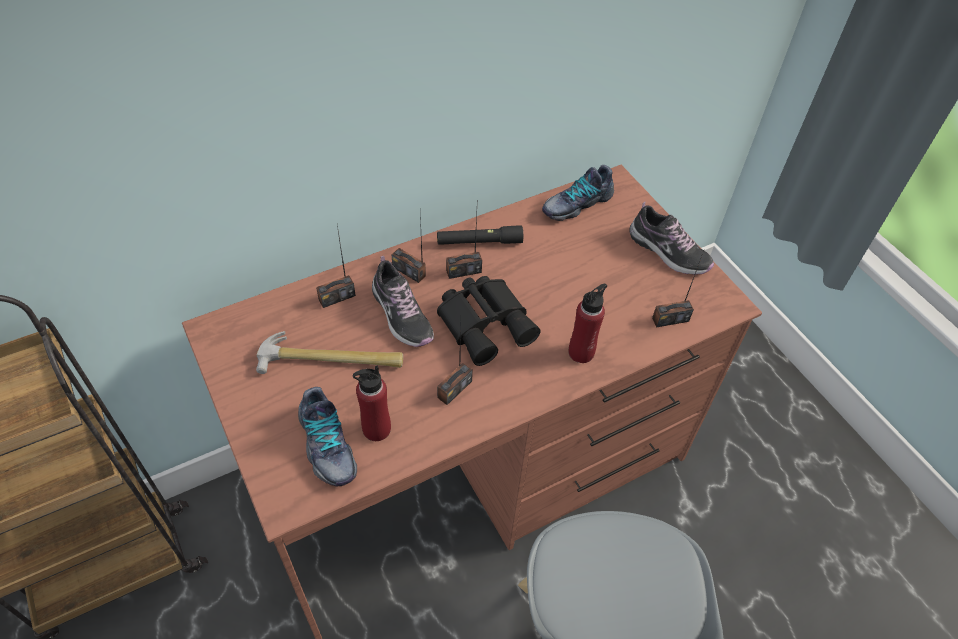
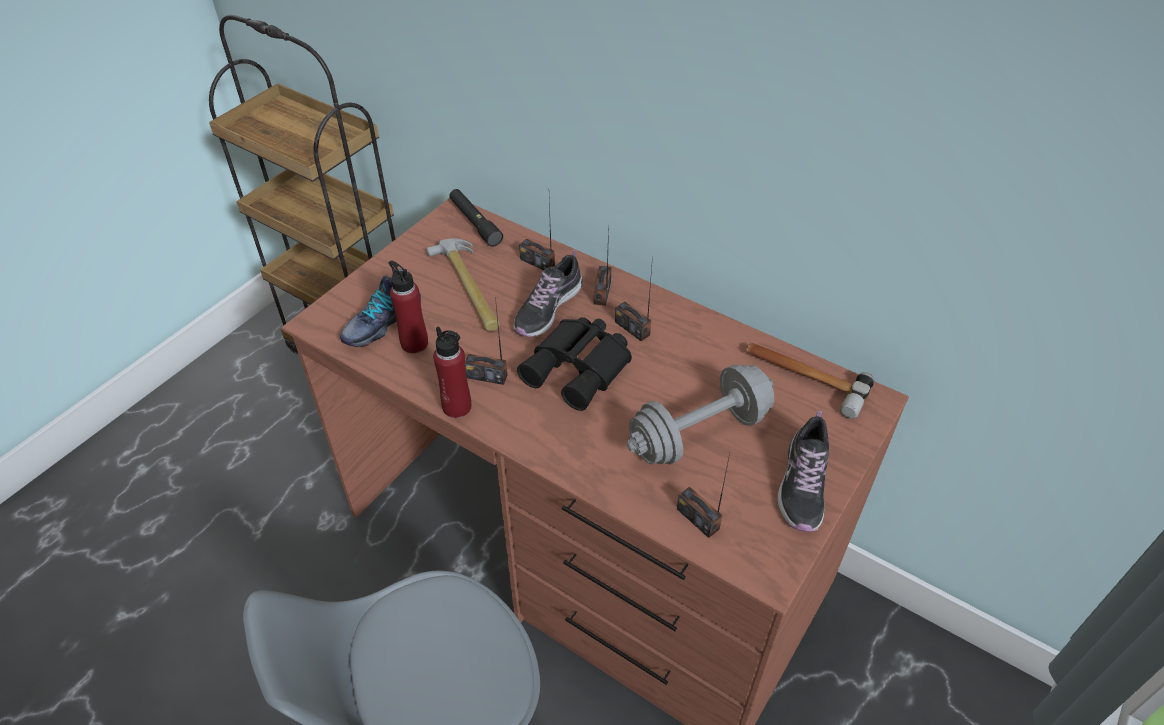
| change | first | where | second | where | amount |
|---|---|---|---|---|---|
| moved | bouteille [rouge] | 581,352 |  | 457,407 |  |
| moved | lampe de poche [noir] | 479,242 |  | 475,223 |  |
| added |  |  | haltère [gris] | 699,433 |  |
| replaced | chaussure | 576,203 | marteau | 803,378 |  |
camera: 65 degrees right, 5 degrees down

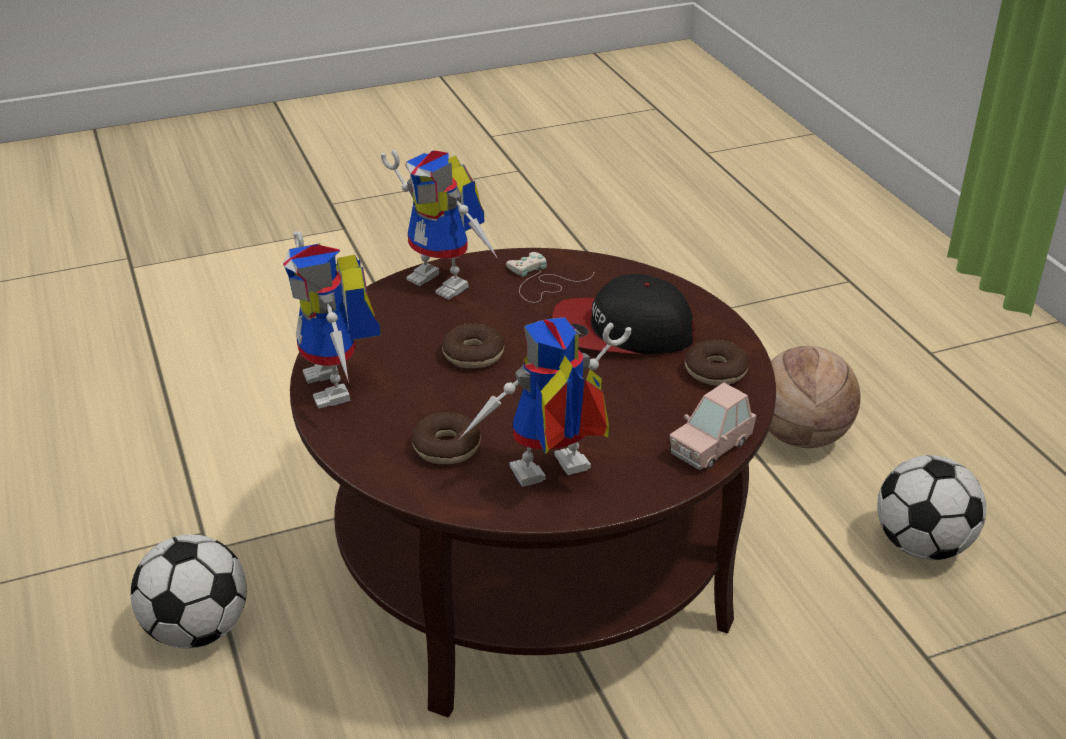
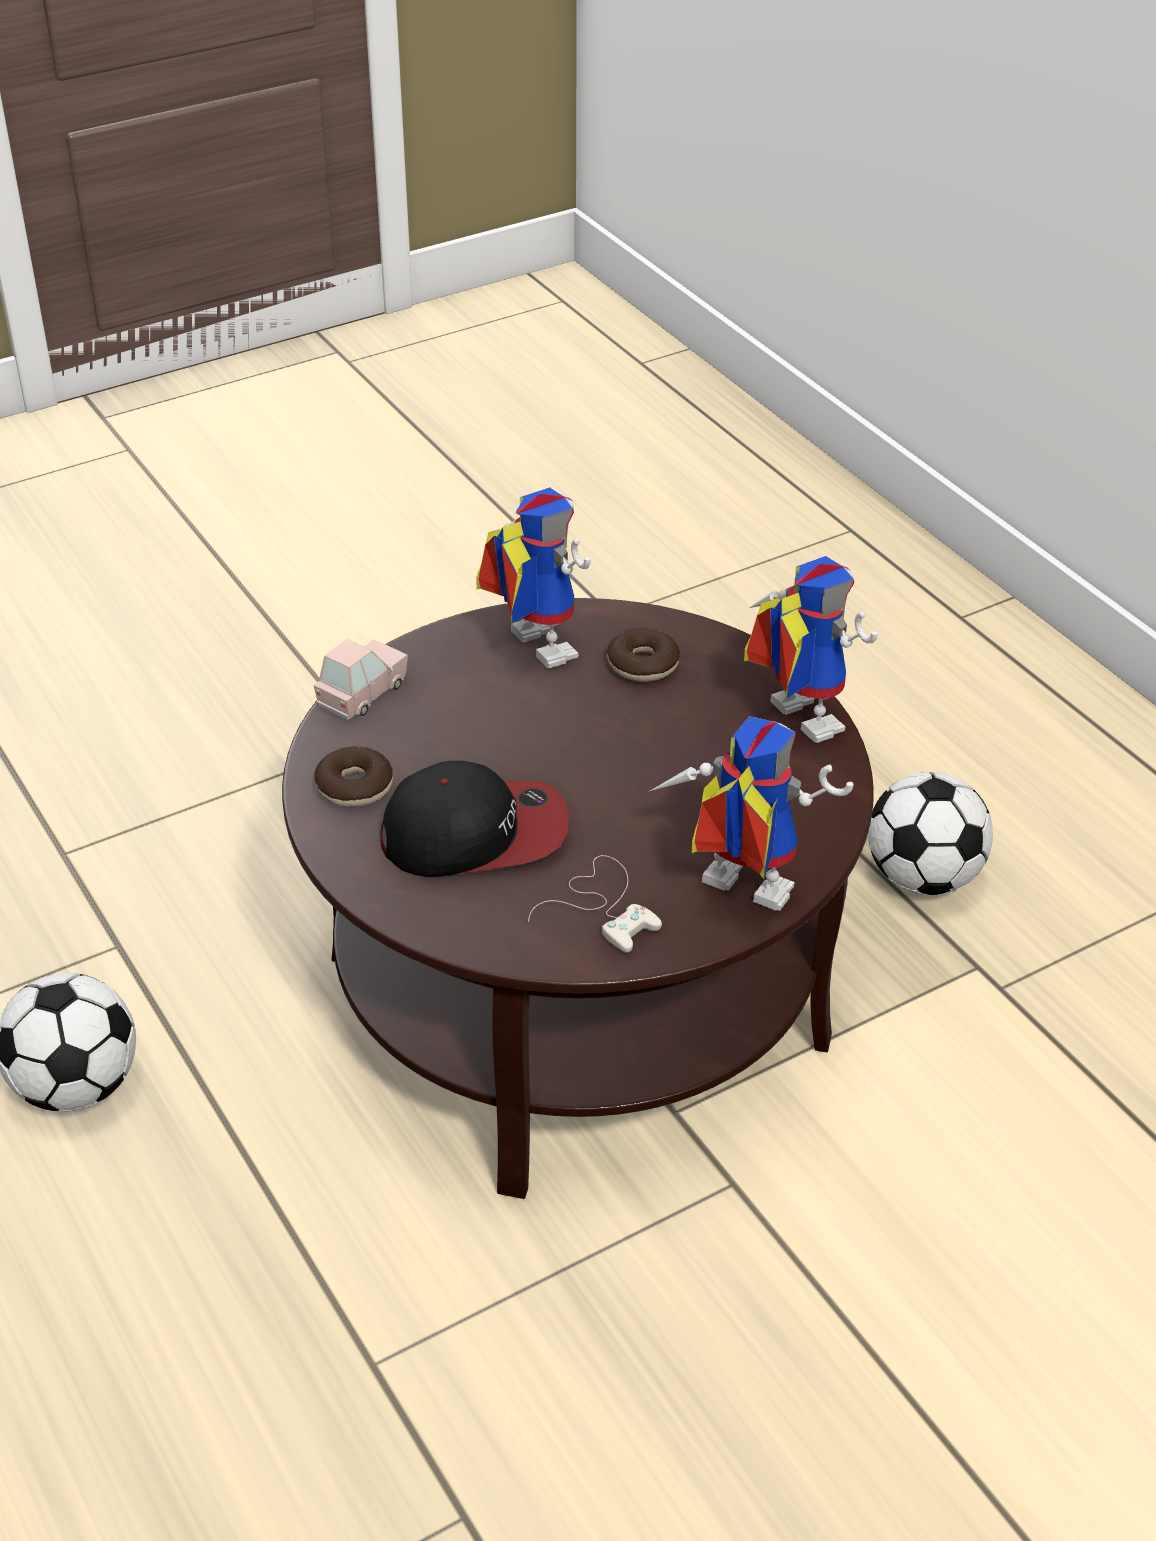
| change | first | where | second | where | amount |
|---|---|---|---|---|---|
| turned | robot jouet | 548,478 |  | 529,646 | 90 degrees counterclockwise |
| removed | beignet | 473,355 |  |  |  |
| removed | ballon de basket | 801,437 |  |  |  |
camera: 170 degrees right, 5 degrees up

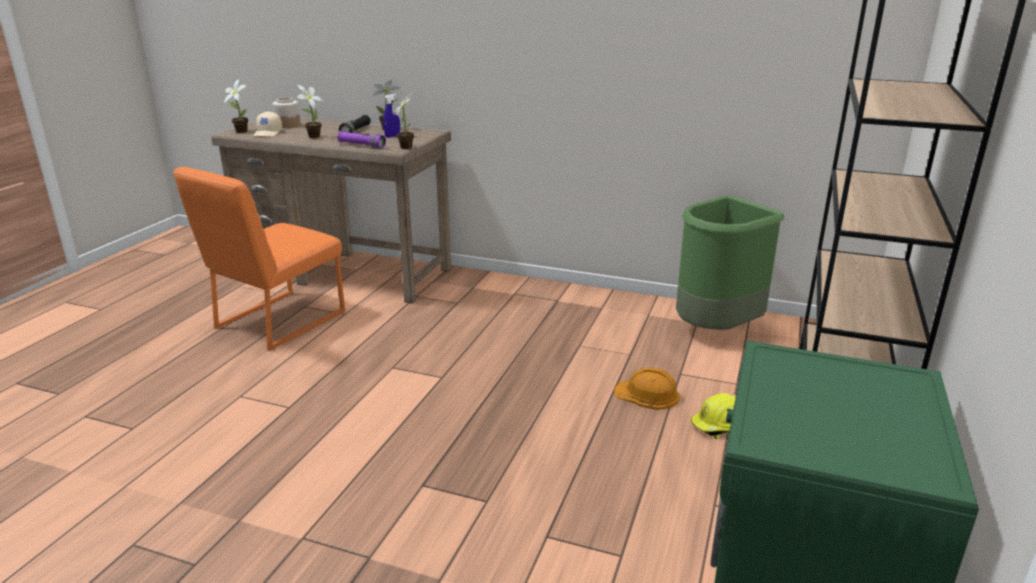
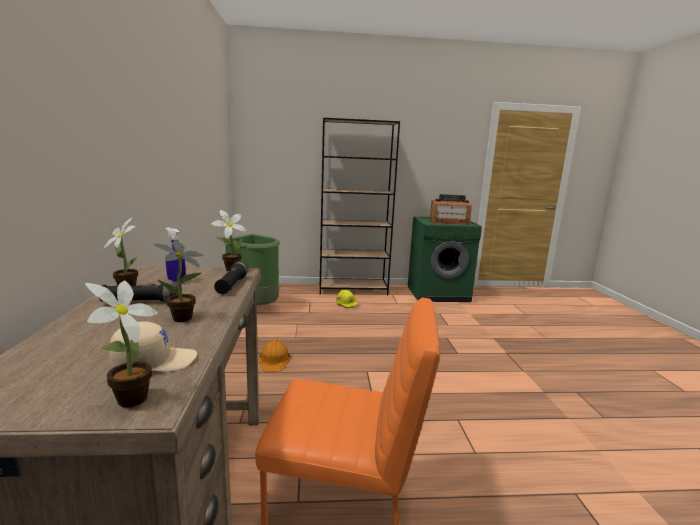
| change | first | where | second | where | amount |
|---|---|---|---|---|---|
| recoloured | lampe de poche [violet] | 362,146 | lampe de poche [noir] | 232,285 |  |
| moved | casque de chantier [orange] | 647,394 |  | 274,360 |  |
| added |  |  | radio | 449,222 |  |
| removed | bocal | 287,125 |  |  |  |
camera: 115 degrees left, 10 degrees down

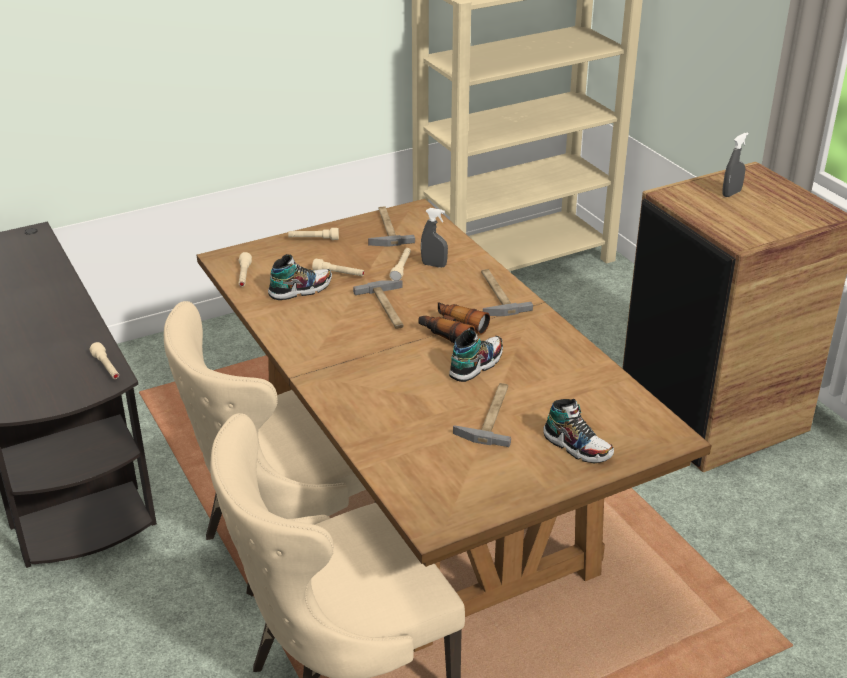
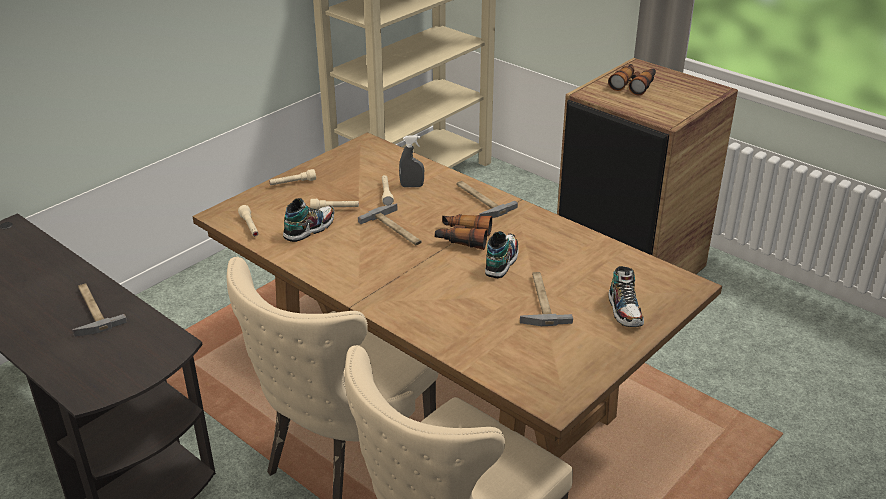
| change | first | where | second | where | amount |
|---|---|---|---|---|---|
| moved | marteau | 386,228 |  | 91,310 |  |
| replaced | vaporisateur [gris] | 731,193 | jumelles | 633,85 |  |
| turned | chaussure | 577,447 |  | 625,310 | 60 degrees clockwise |
| removed | lampe de poche [beige] | 106,367 |  |  |  |
camera: 20 degrees left, 0 degrees up

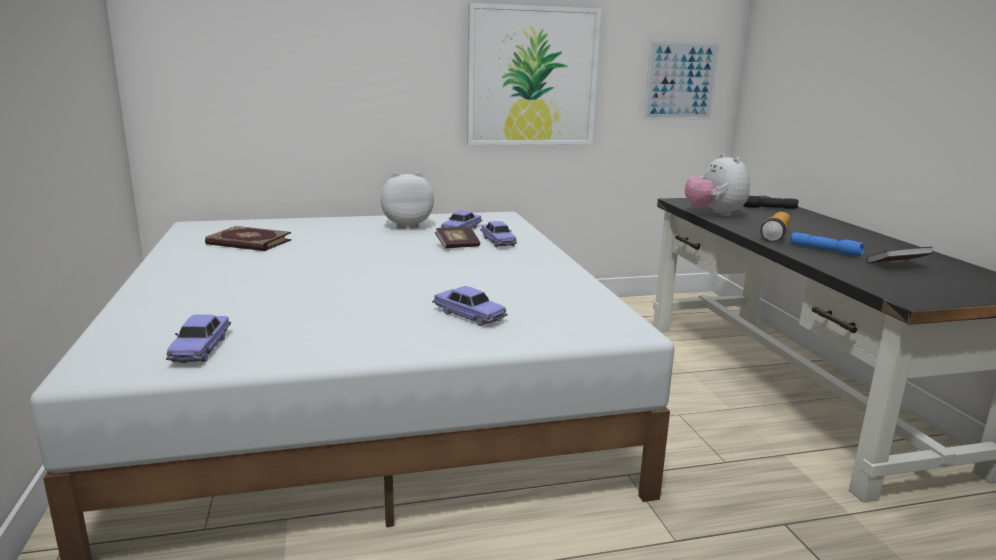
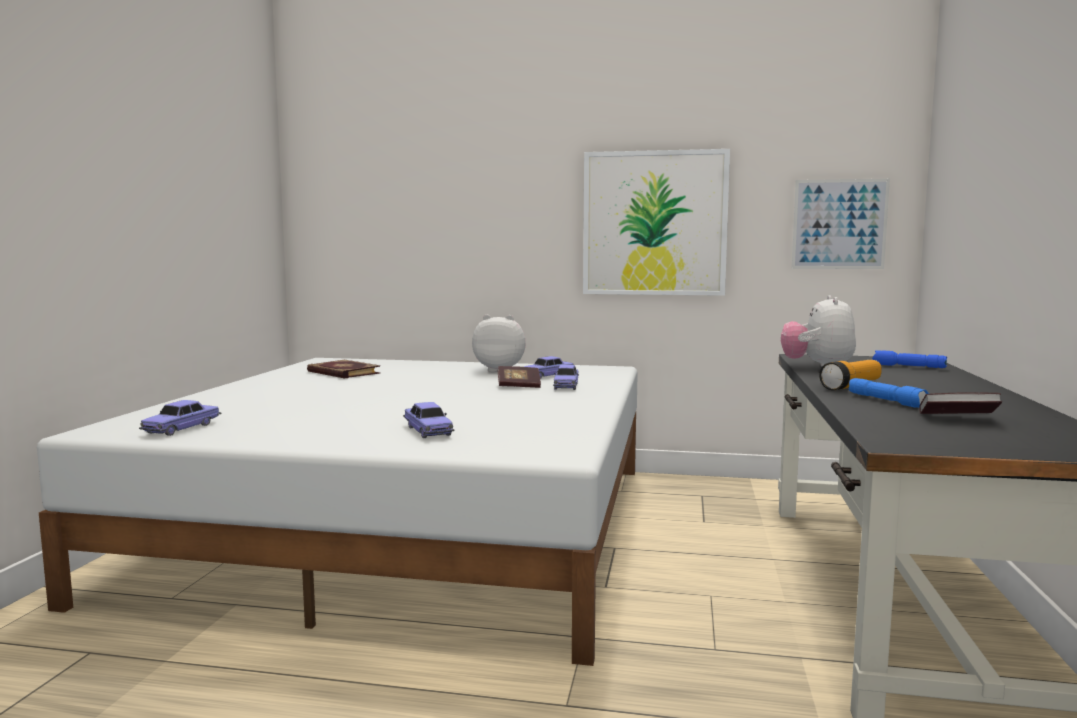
| change | first | where | second | where | amount |
|---|---|---|---|---|---|
| recoloured | lampe de poche [noir] | 768,208 | lampe de poche [bleu] | 907,366 |  |
camera: 25 degrees right, 10 degrees down

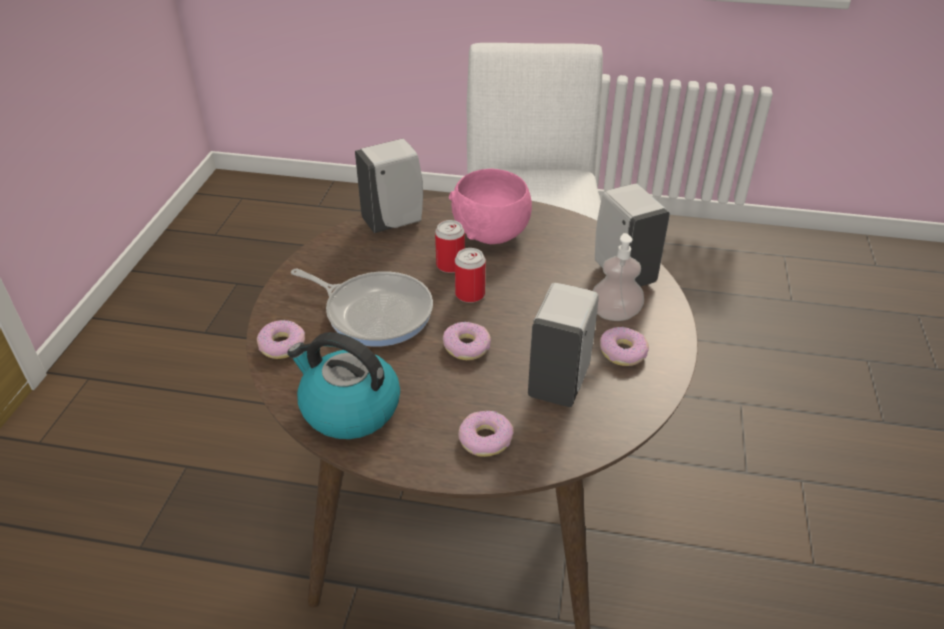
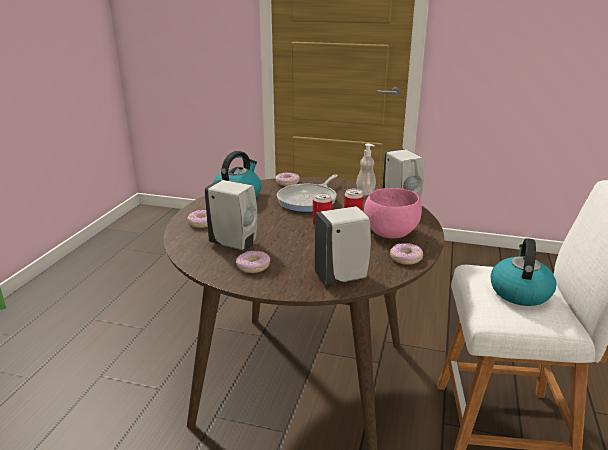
| change | first | where | second | where | amount |
|---|---|---|---|---|---|
| moved | distributeur de savon | 614,314 |  | 365,192 |  |
| moved | beignet | 466,346 |  | 406,258 |  |
| added |  |  | bouilloire | 519,292 |  |
camera: 95 degrees right, 15 degrees down

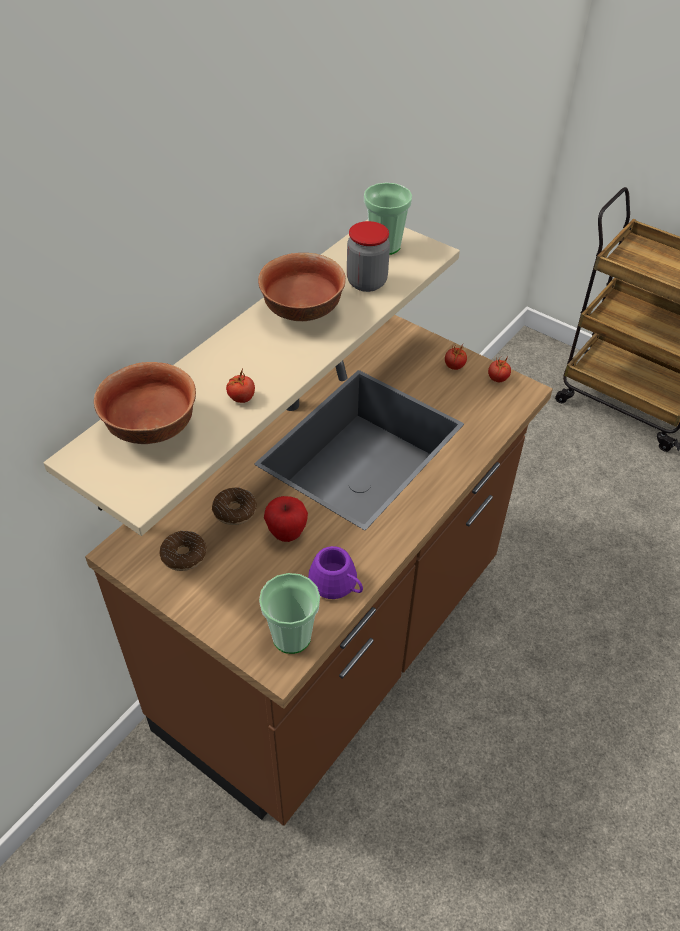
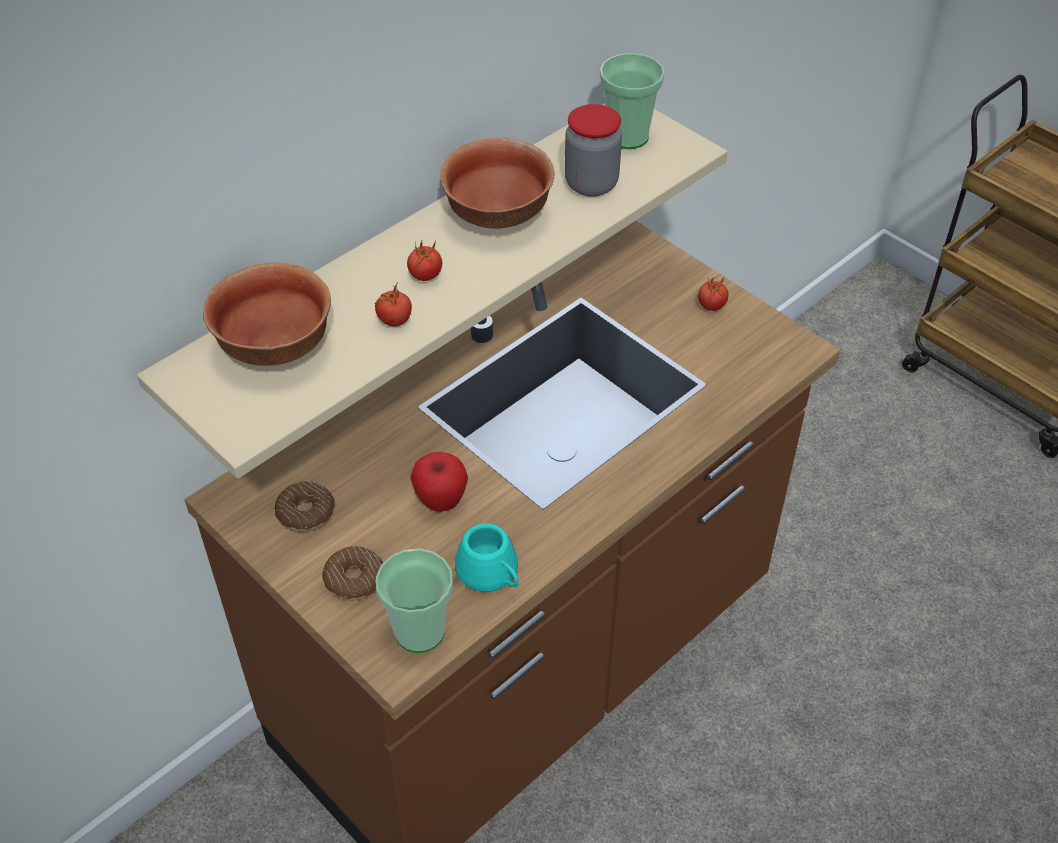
| change | first | where | second | where | amount |
|---|---|---|---|---|---|
| moved | beignet | 235,511 |  | 355,579 |  |
| moved | tomate | 497,379 |  | 425,276 |  |
| recoloured | mug [violet] | 337,585 | mug [turquoise] | 492,574 |  |
camera: 10 degrees right, 0 degrees up

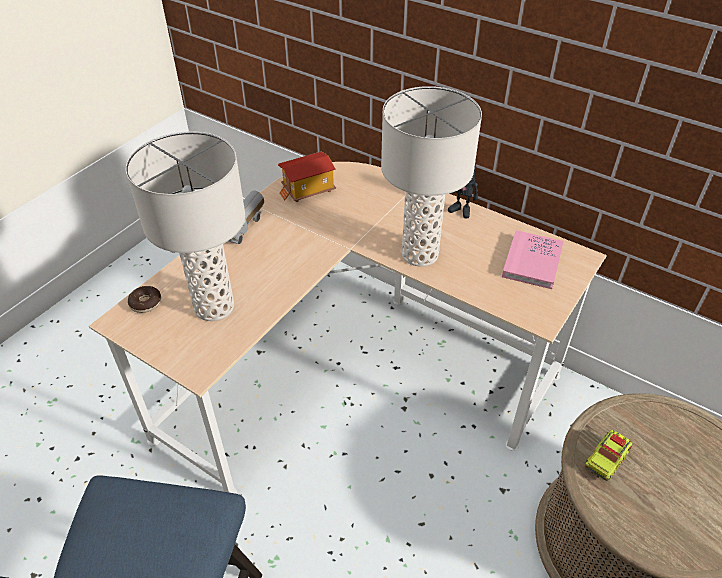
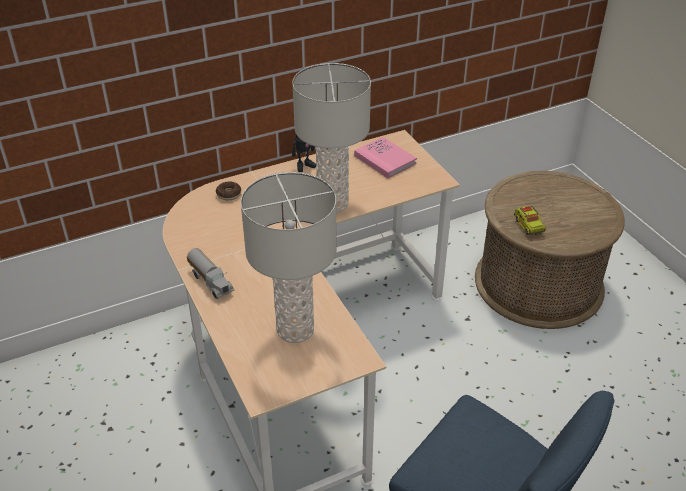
| change | first | where | second | where | amount |
|---|---|---|---|---|---|
| moved | beignet | 145,303 |  | 229,194 |  |
| removed | maison miniature | 308,190 |  |  |  |
camera: 60 degrees left, 5 degrees down

